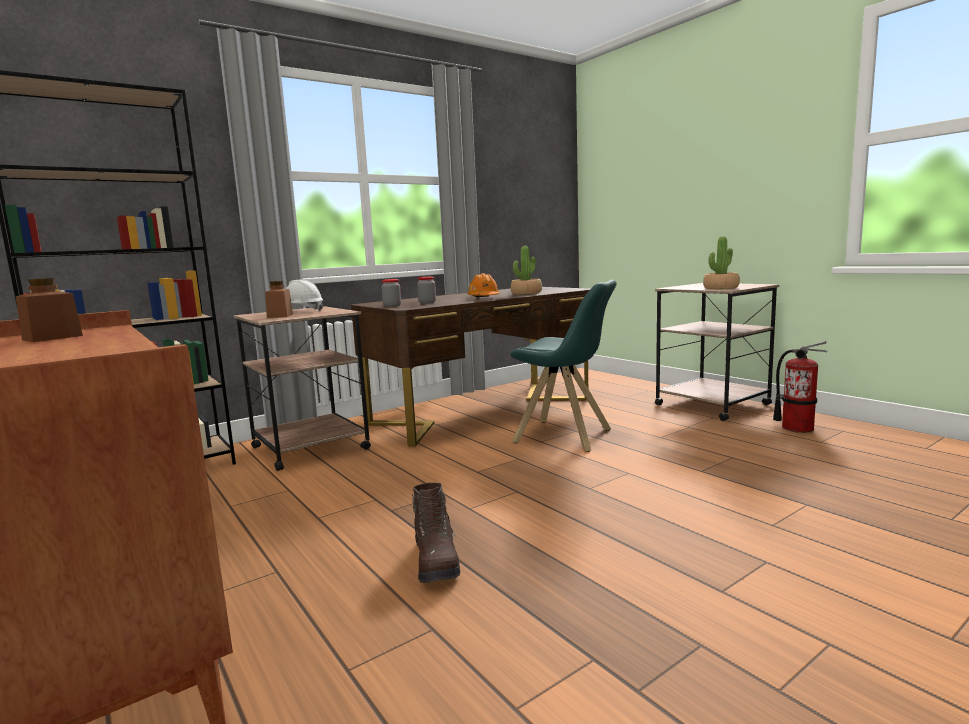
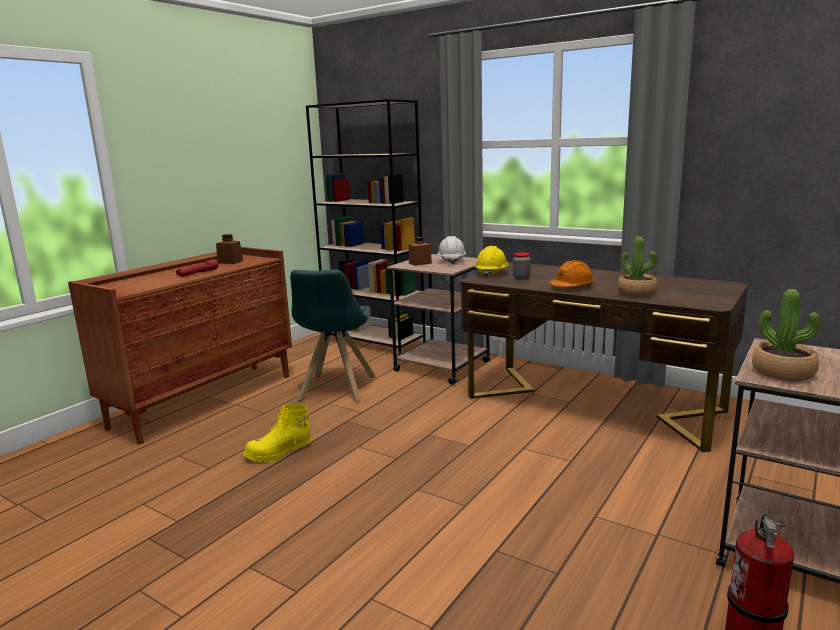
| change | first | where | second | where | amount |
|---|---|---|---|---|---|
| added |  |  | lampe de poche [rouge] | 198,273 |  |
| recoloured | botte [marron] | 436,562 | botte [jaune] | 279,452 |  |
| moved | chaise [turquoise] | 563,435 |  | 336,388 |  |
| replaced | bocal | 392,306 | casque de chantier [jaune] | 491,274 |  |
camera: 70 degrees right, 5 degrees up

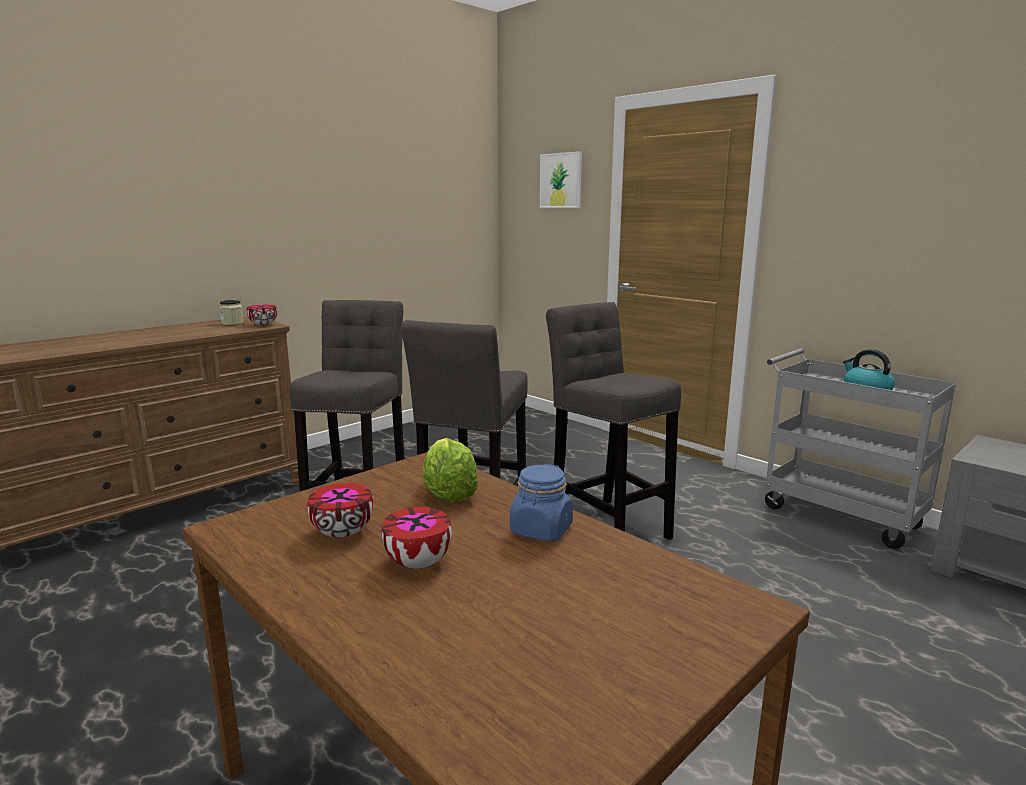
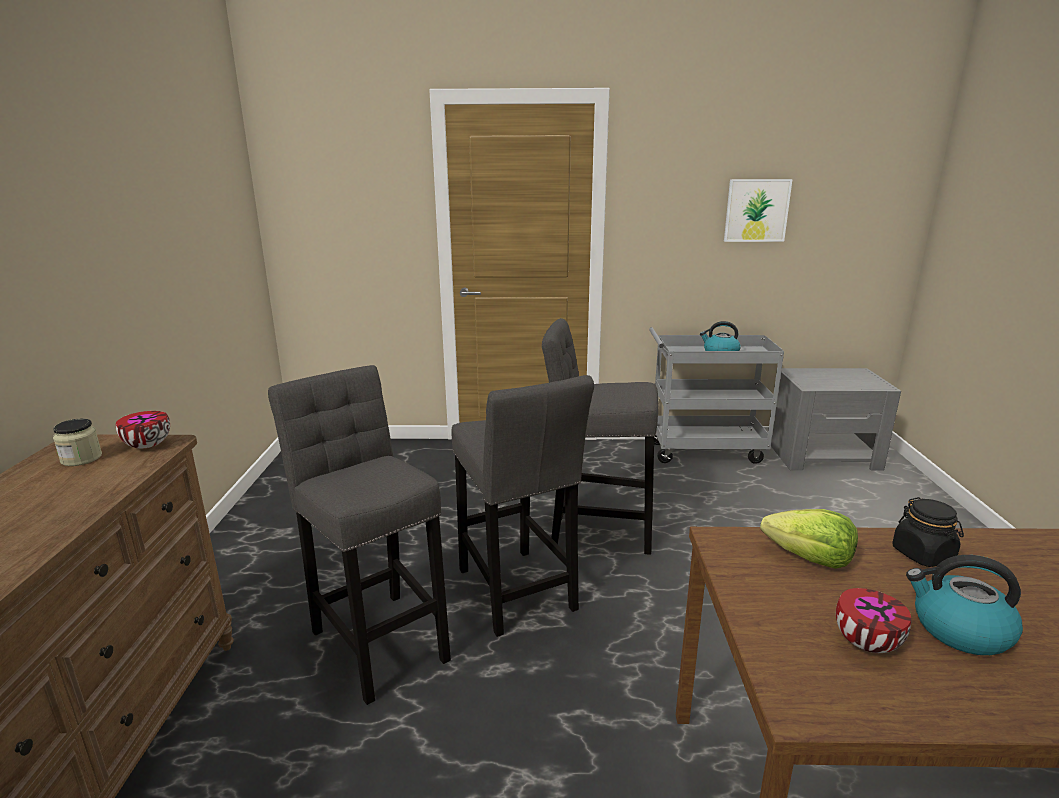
| change | first | where | second | where | amount |
|---|---|---|---|---|---|
| moved | tableau | 561,180 |  | 756,210 |  |
| recoloured | bocal [bleu] | 541,530 | bocal [noir] | 923,554 |  |
| replaced | bol | 417,563 | bouilloire | 959,630 |  |
camera: 45 degrees left, 5 degrees up

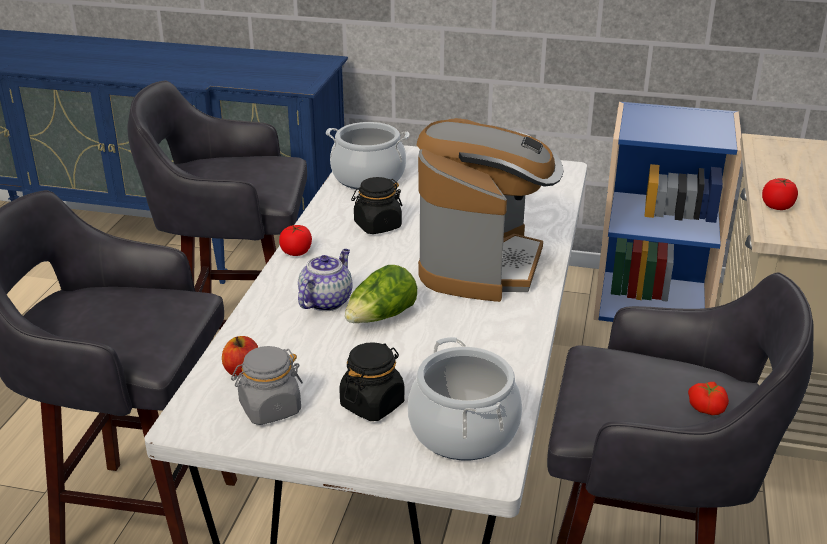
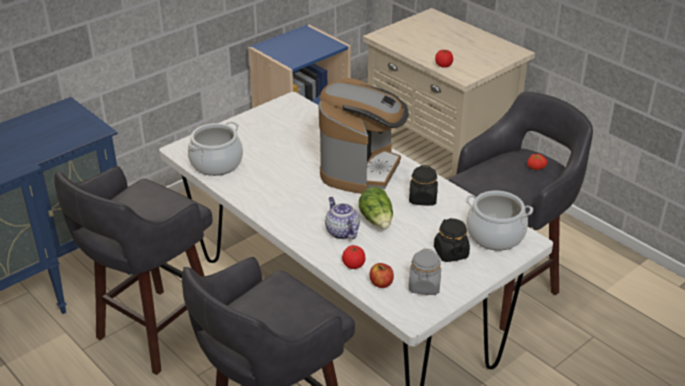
| change | first | where | second | where | amount |
|---|---|---|---|---|---|
| turned | machine à café | 482,265 |  | 361,169 | 60 degrees clockwise |
| moved | tomate | 296,252 |  | 353,264 |  |
| moved | bocal [noir] | 377,226 |  | 423,199 |  |
camera: 55 degrees left, 5 degrees up

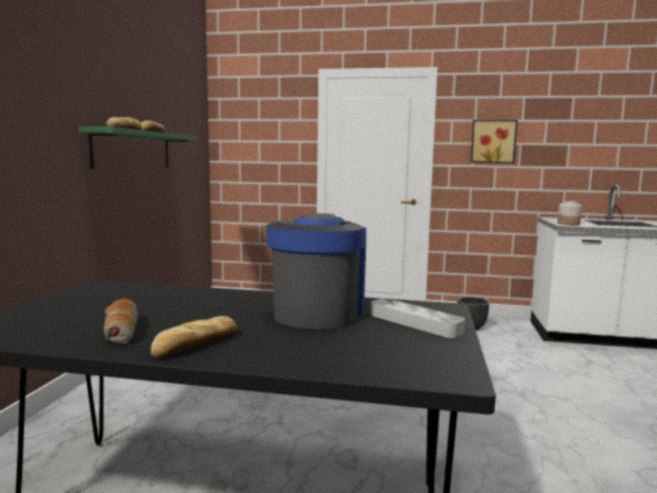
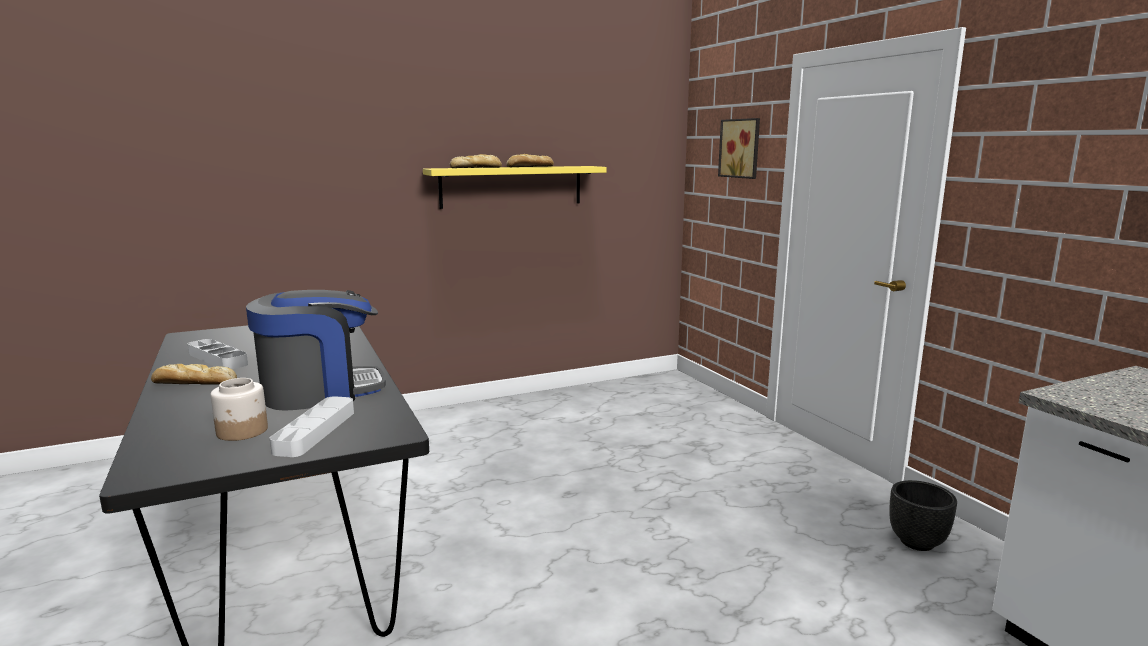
| change | first | where | second | where | amount |
|---|---|---|---|---|---|
| replaced | pain | 121,330 | plateau [gris] | 217,359 |  |
| moved | bocal | 568,224 |  | 242,431 |  |
| recoloured | étagère [vert] | 133,150 | étagère [jaune] | 511,186 |  |
| moved | tableau | 493,141 |  | 741,148 |  |
camera: 55 degrees right, 5 degrees up

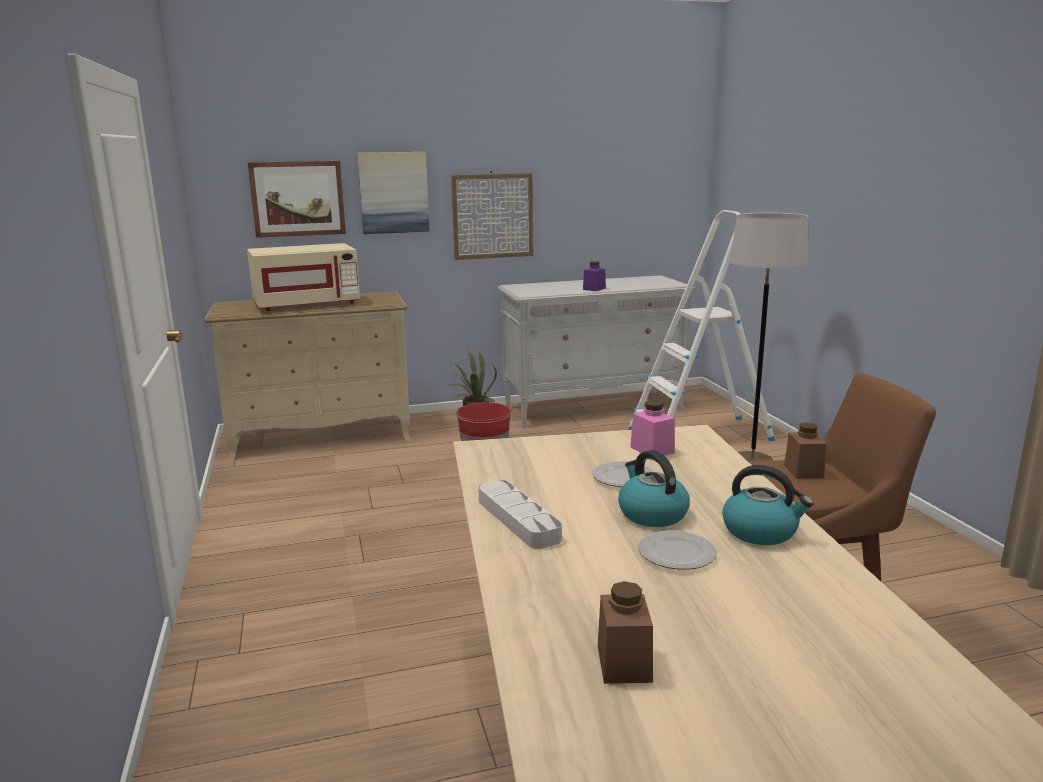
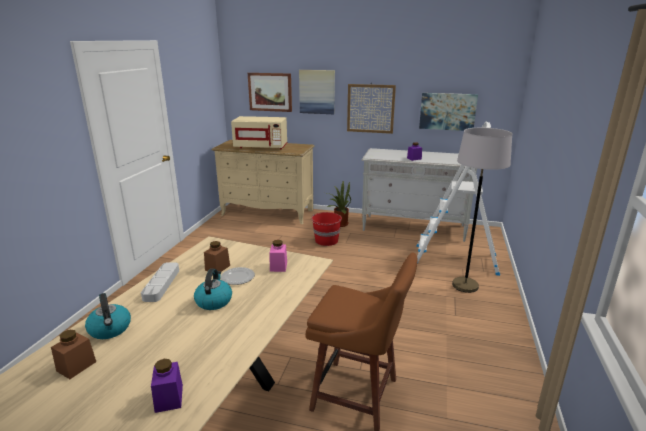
| change | first | where | second | where | amount |
|---|---|---|---|---|---|
| moved | bouilloire | 761,531 |  | 110,329 |  |
| added |  |  | bocal [violet] | 169,398 |  |
| moved | bocal [marron] | 803,471 |  | 217,268 |  |
| added |  |  | tableau | 447,111 |  |
| removed | assiette | 677,554 |  |  |  |
camera: 30 degrees right, 5 degrees up

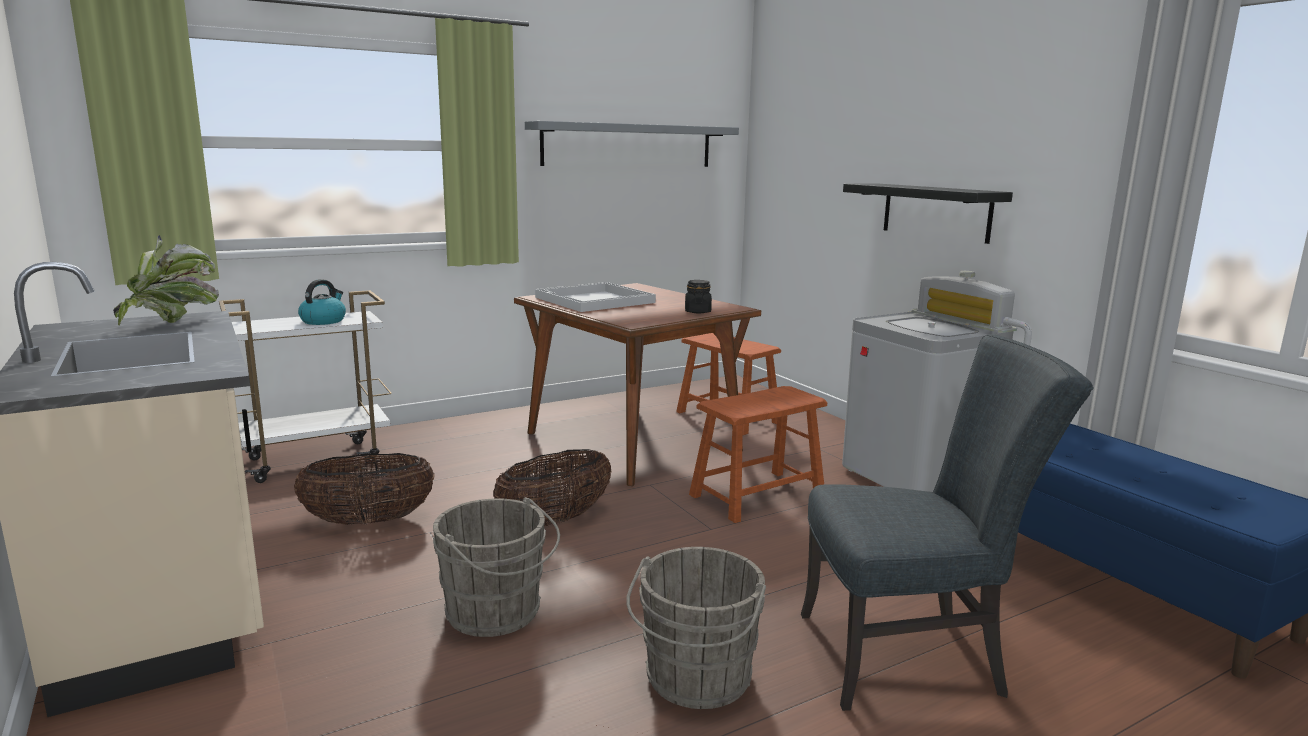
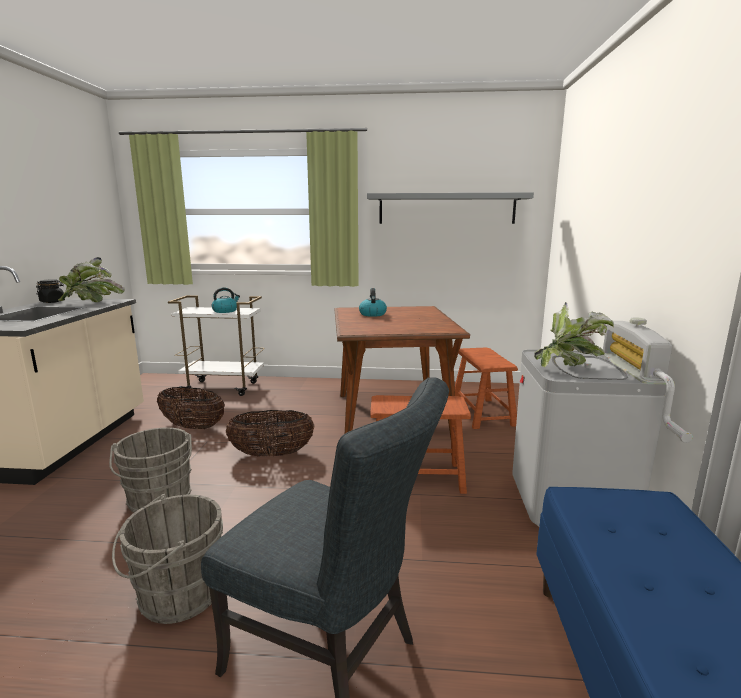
| change | first | where | second | where | amount |
|---|---|---|---|---|---|
| moved | bocal [noir] | 697,311 |  | 52,301 |  |
| replaced | plateau [blanc] | 594,300 | bouilloire | 372,314 |  |
| added |  |  | plante en pot | 569,367 |  |
| removed | étagère [noir] | 936,212 |  |  |  |
camera: 35 degrees right, 0 degrees up

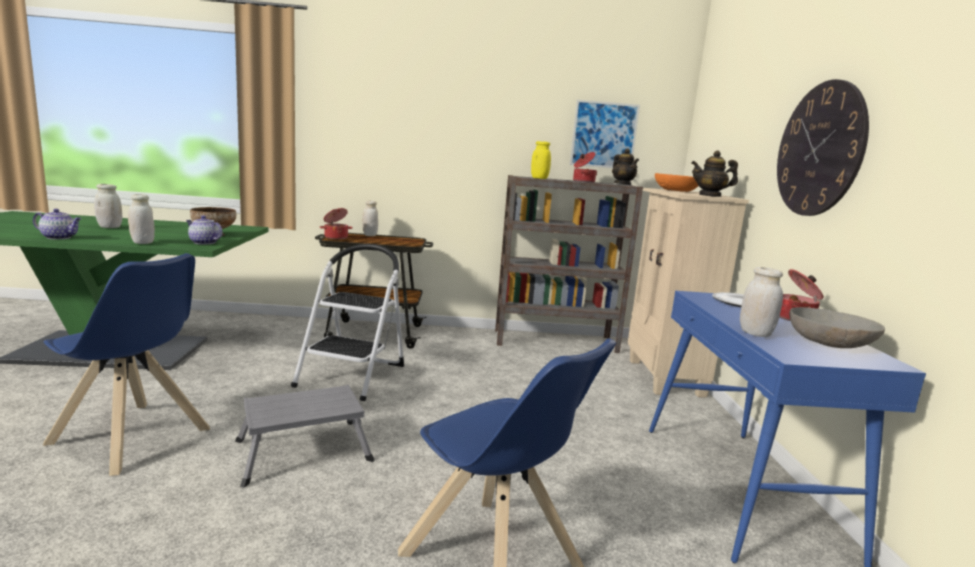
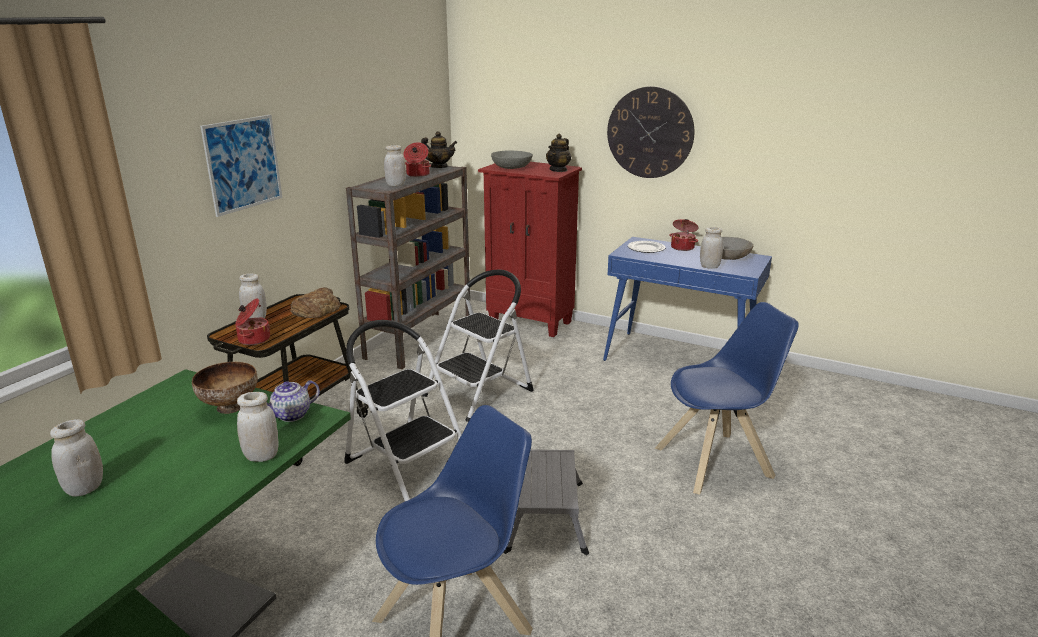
| change | first | where | second | where | amount |
|---|---|---|---|---|---|
| moved | tableau | 604,135 |  | 243,164 |  |
| added |  |  | pain | 316,309 |  |
| recoloured | bocal [jaune] | 539,178 | bocal [blanc] | 395,185 |  |
| added |  |  | escabeau | 481,392 |  |
| recoloured | meuble de rangement [beige] | 663,378 | meuble de rangement [rouge] | 530,323 |  |
| recoloured | bol [orange] | 676,191 | bol [gris] | 512,167 |  |
| removed | théière | 60,237 |  |  |  |
camera: 60 degrees left, 10 degrees up

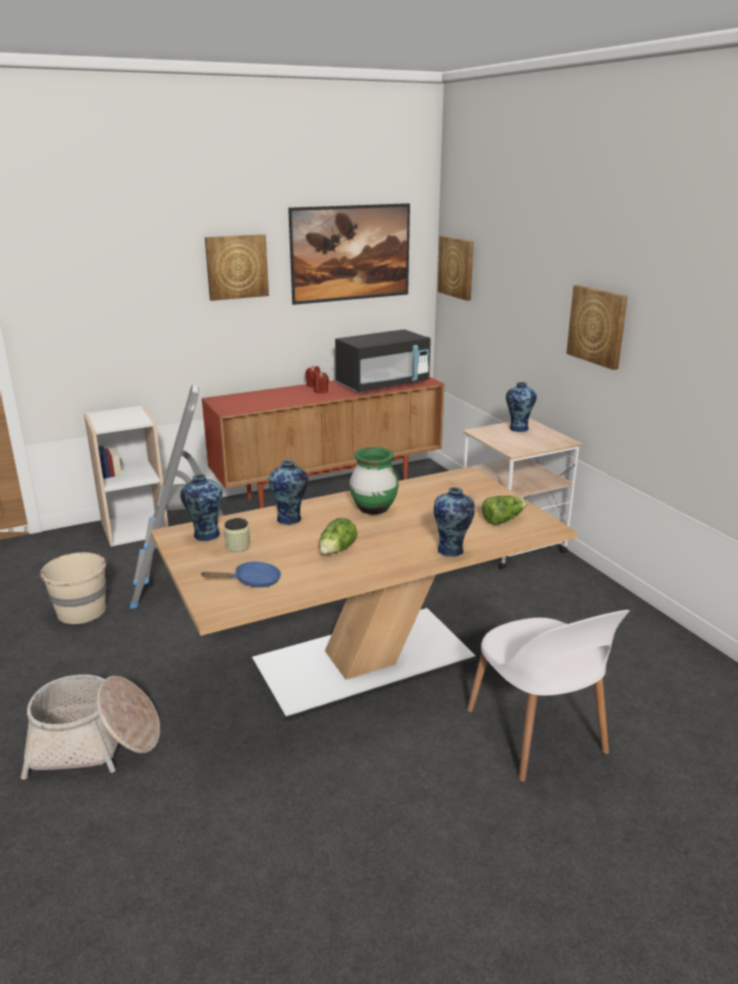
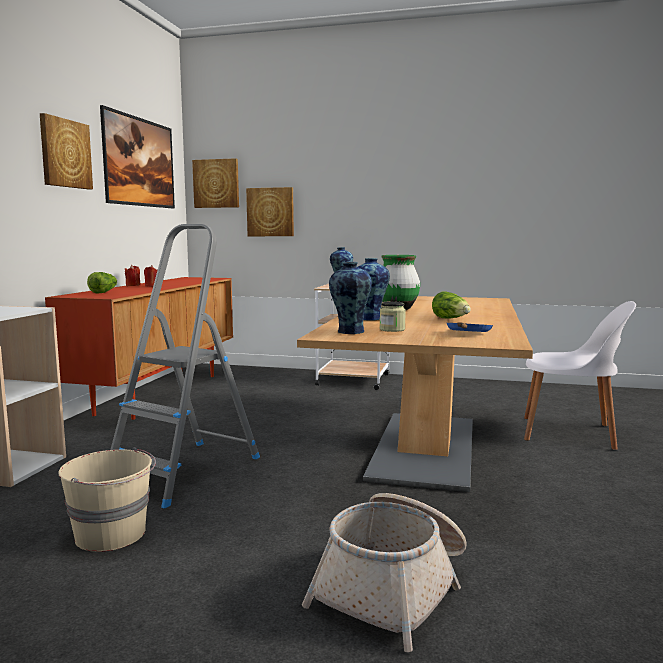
| change | first | where | second | where | amount |
|---|---|---|---|---|---|
| moved | laitue | 502,520 |  | 104,292 |  |
| moved | tableau | 598,326 |  | 270,212 |  |
| removed | micro-ondes [noir] | 383,385 |  |  |  |
| removed | vase | 452,550 |  |  |  |
camera: 50 degrees left, 15 degrees down

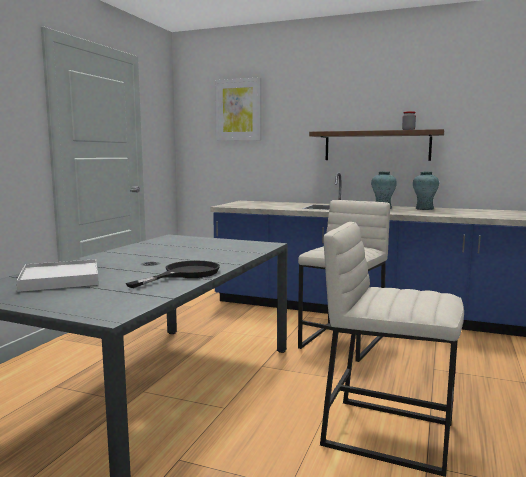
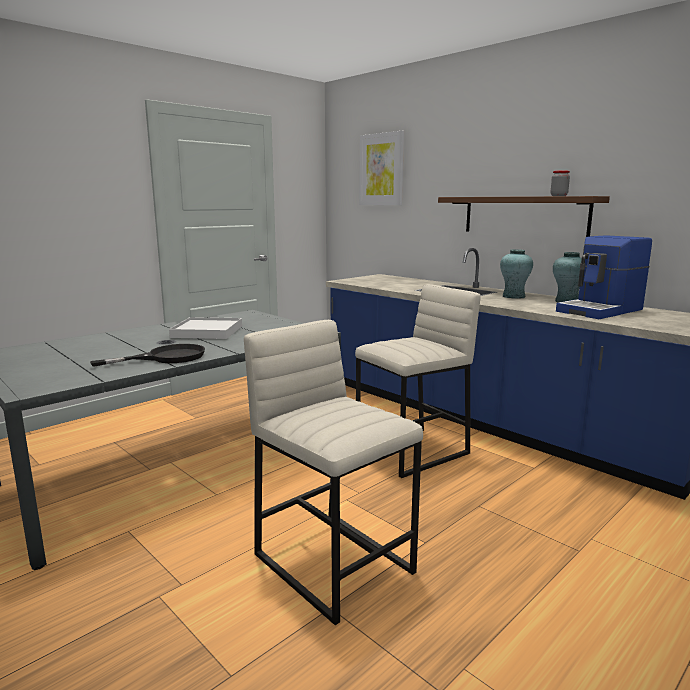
| change | first | where | second | where | amount |
|---|---|---|---|---|---|
| moved | plateau [blanc] | 60,279 |  | 207,331 |  |
| added |  |  | machine à café | 601,310 |  |
camera: 25 degrees right, 5 degrees up

